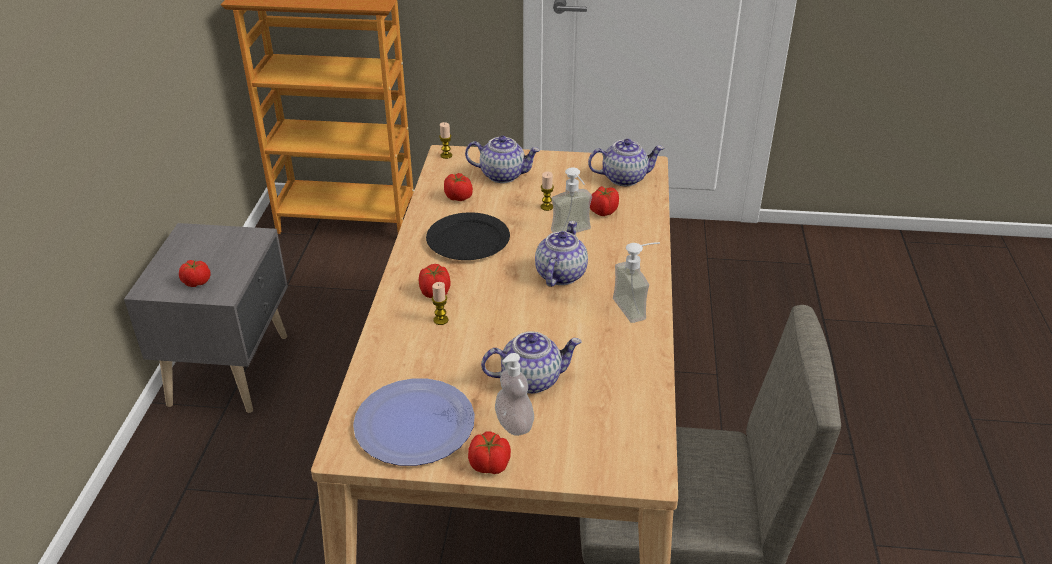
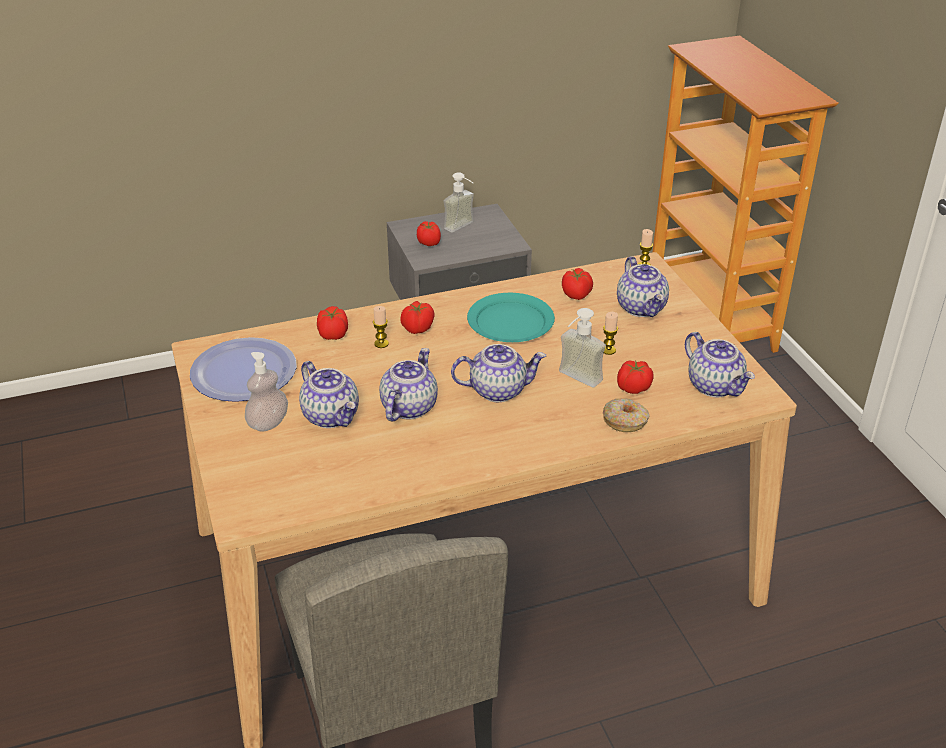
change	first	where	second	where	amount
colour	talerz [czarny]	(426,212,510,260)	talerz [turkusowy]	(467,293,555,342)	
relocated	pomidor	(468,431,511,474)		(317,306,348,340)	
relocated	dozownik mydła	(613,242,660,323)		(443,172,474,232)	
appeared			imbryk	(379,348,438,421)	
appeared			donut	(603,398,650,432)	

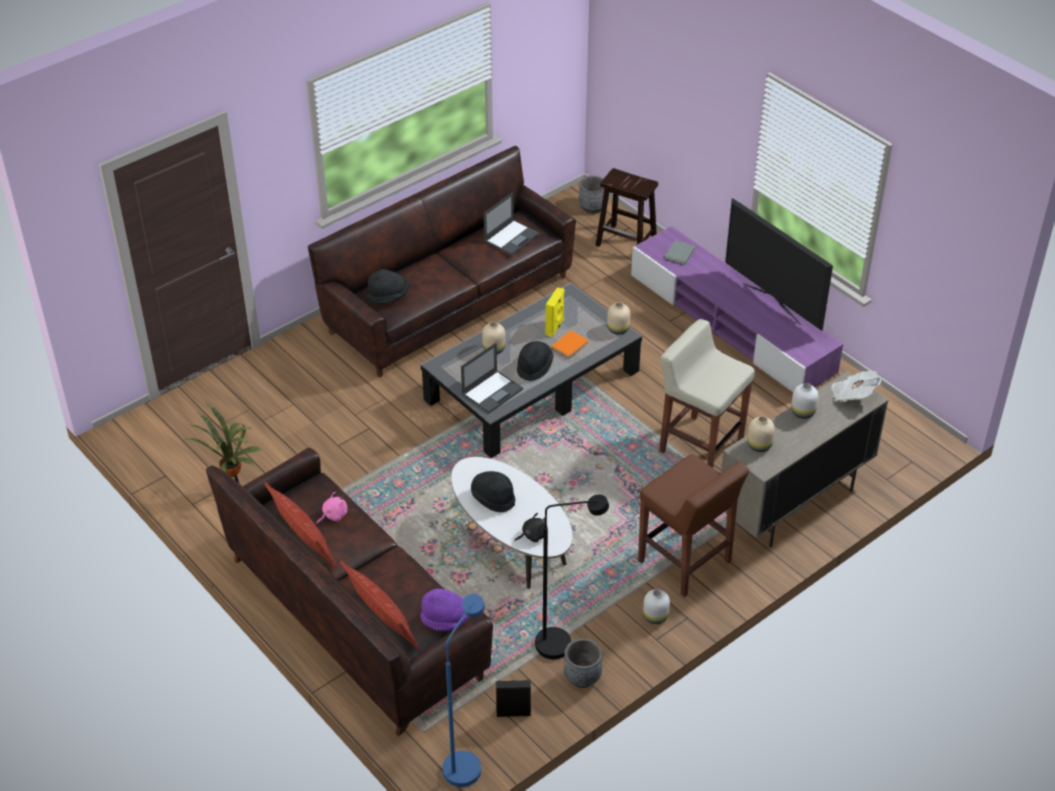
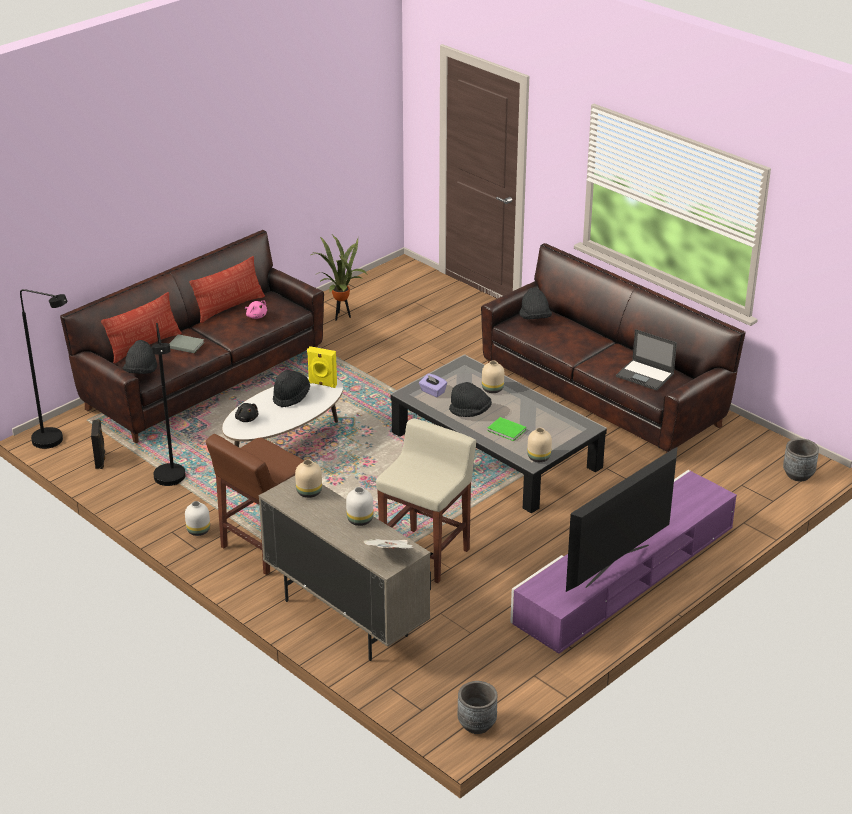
change	first	where	second	where	amount
colour	kapelusz [fioletowy]	(420,589,469,631)	kapelusz [czarny]	(123,340,157,374)	
colour	lampa stojąca [niebieski]	(442,594,485,787)	lampa stojąca [czarny]	(20,289,67,449)	
exchanged	laptop	(461,343,523,413)	pudełko chusteczek [fioletowy]	(419,374,447,397)	
relocated	głośnik [żółty]	(546,287,565,337)		(307,346,337,388)	
colour	książka [pomarańczowy]	(551,330,589,359)	książka [zielony]	(488,417,526,441)	
relocated	donica [szary]	(564,638,602,688)		(458,681,497,734)	
missing	stołek [brązowy]	(596,168,658,247)			
relocated	książka [szary]	(665,240,695,265)		(169,334,204,353)	

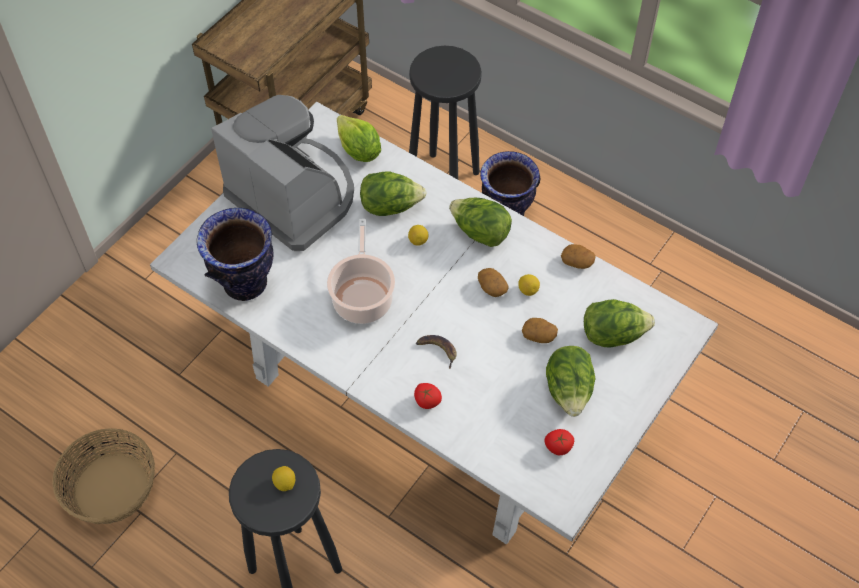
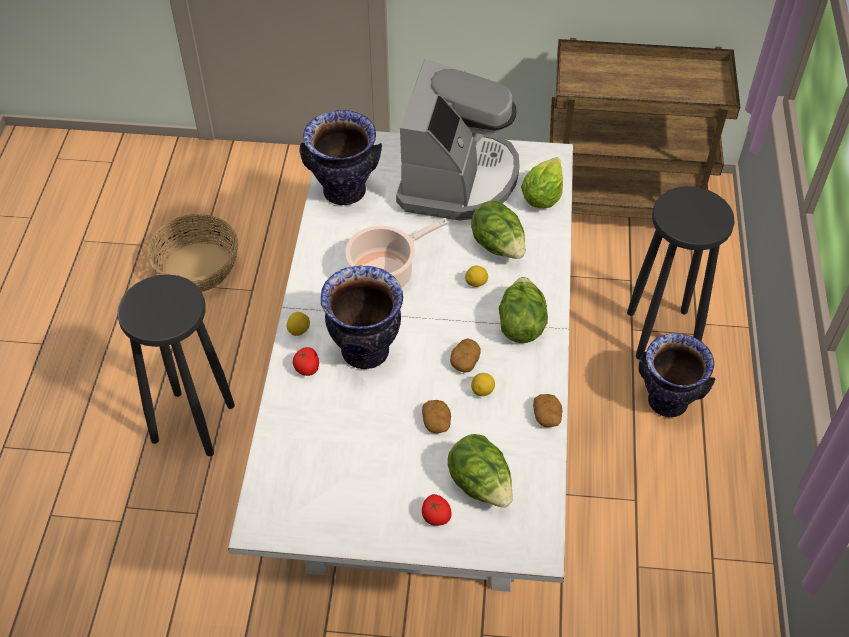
change	first	where	second	where	amount
relocated	cytryna	(272,466,295,491)		(286,312,310,336)	
exchanged	banan	(416,335,457,369)	wazon	(321,265,403,369)	
relocated	pomidor	(545,429,574,455)		(422,494,452,526)	
missing	sałata	(546,346,596,417)			

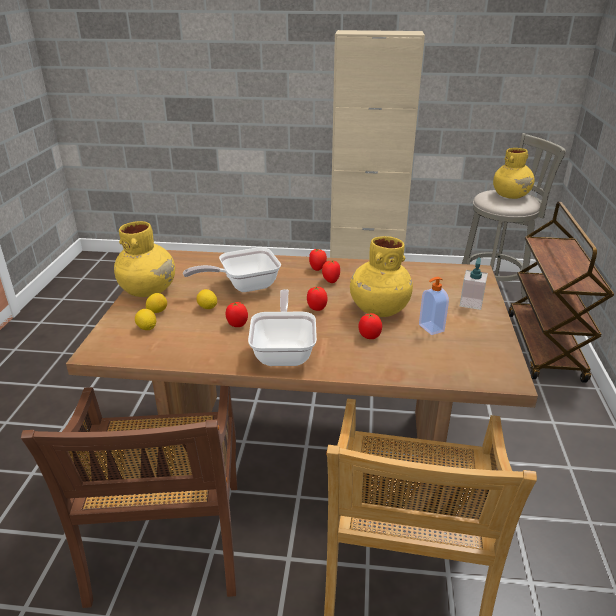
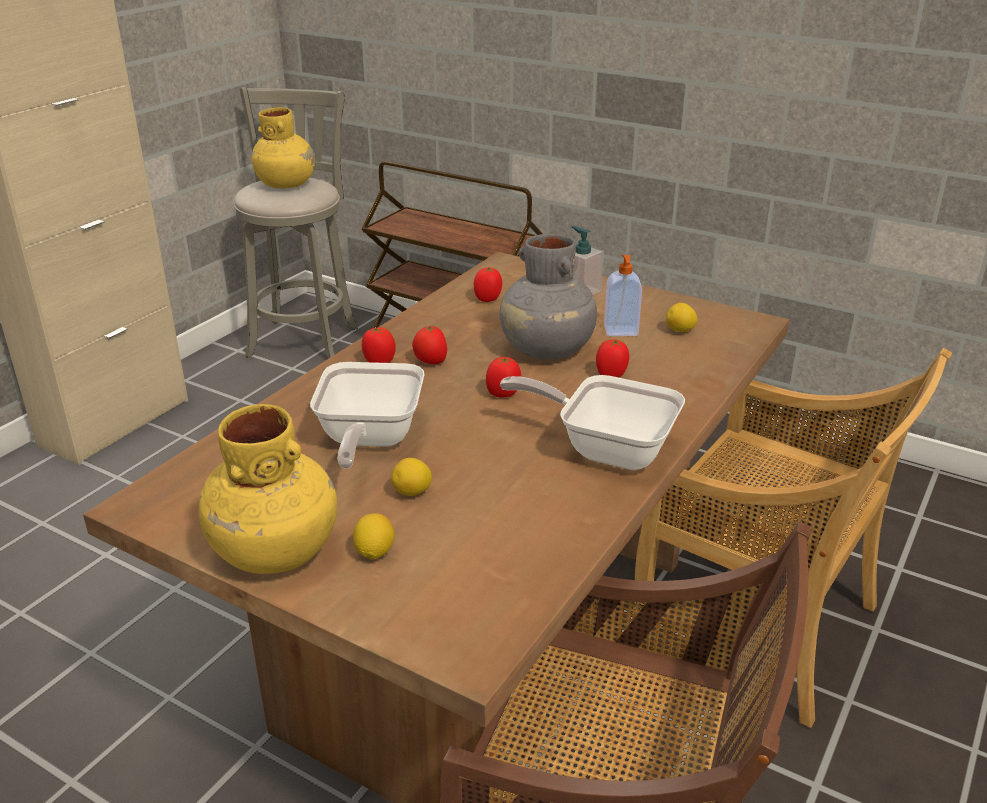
change	first	where	second	where	amount
relocated	cytryna	(135,309,156,330)		(666,303,697,332)	
relocated	pomidor	(226,302,248,327)		(474,267,502,302)	
colour	wazon [żółty]	(350,236,413,317)	wazon [szary]	(500,234,597,360)	

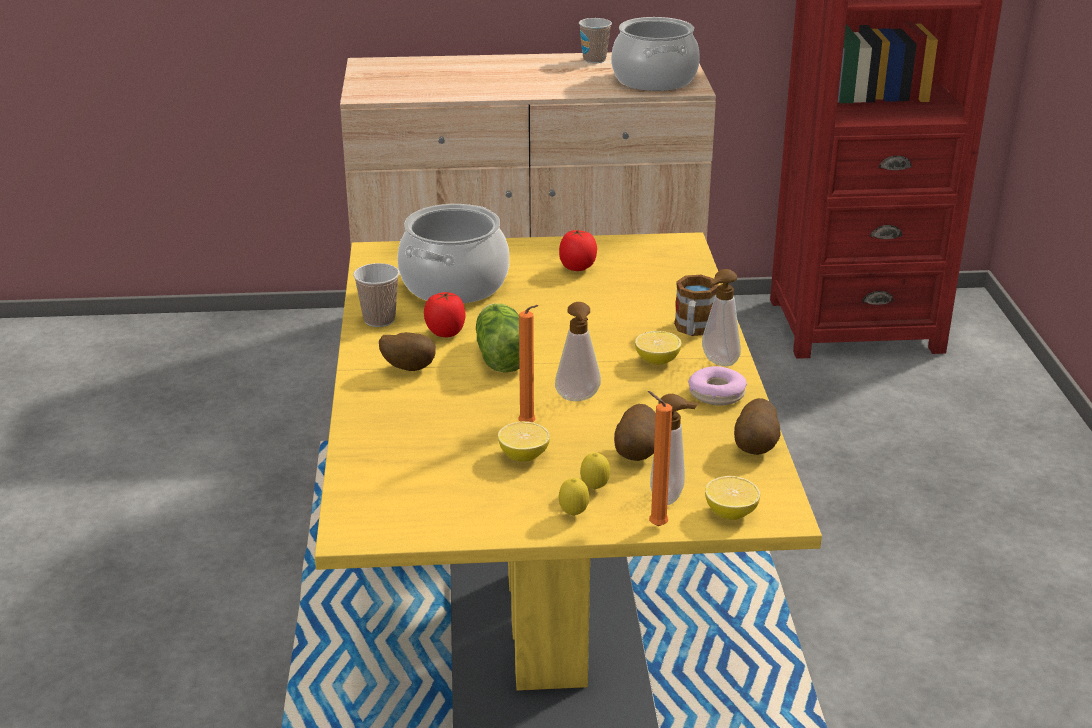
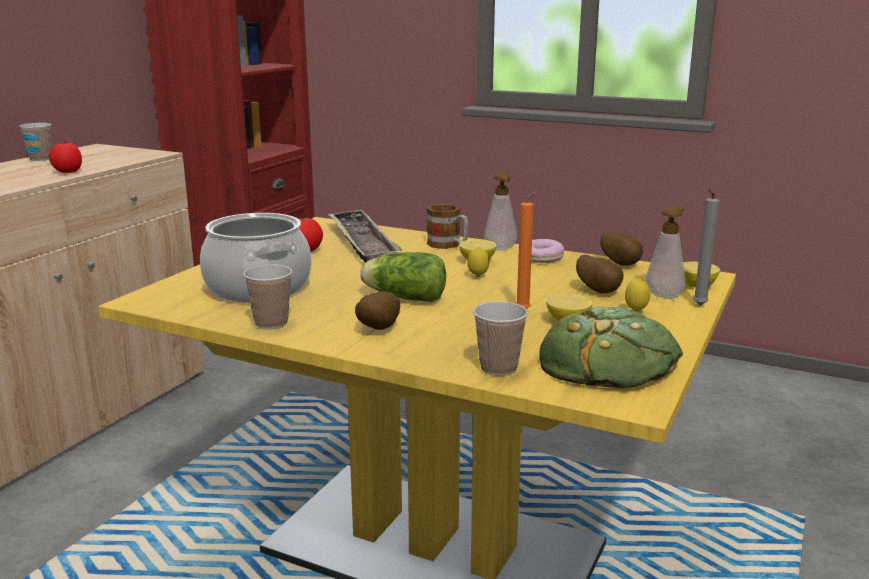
change	first	where	second	where	amount
relocated	pomidor	(424,292,466,337)		(49,142,82,173)	
missing	dozownik mydła	(555,302,601,401)			
relocated	cytryna	(559,478,589,516)		(467,247,489,277)	
missing	garnek	(611,17,700,91)			
colour	świeca [pomarańczowy]	(648,391,672,526)	świeca [szary]	(693,189,719,306)	
appeared			taca	(328,210,402,263)	
appeared			filiżanka	(473,301,528,376)	
appeared			chleb	(540,307,683,388)	

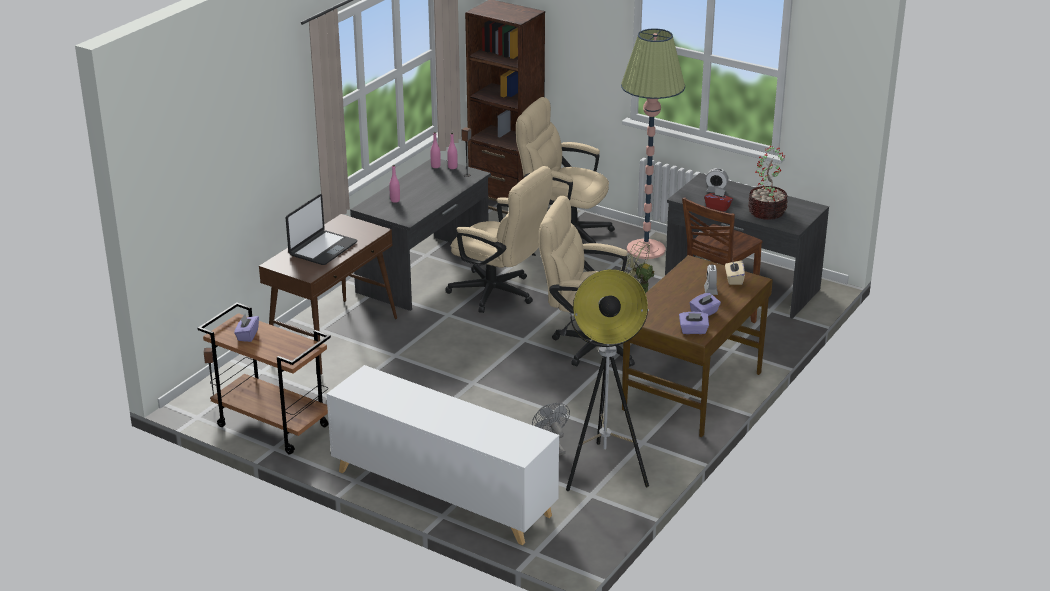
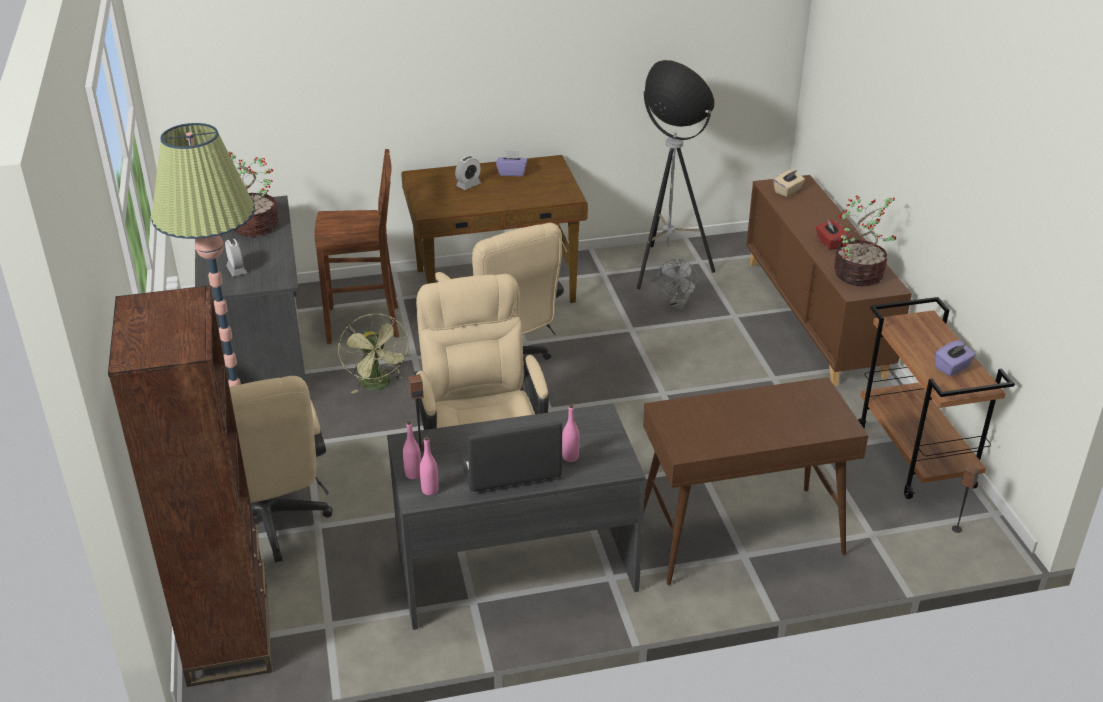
change	first	where	second	where	amount
relocated	laptop	(286,194,358,265)		(457,421,562,492)	
colour	szafka [biały]	(326,365,559,545)	szafka [brązowy]	(746,175,912,386)	
missing	pudełko chusteczek [fioletowy]	(679,312,709,334)			
relocated	pudełko chusteczek [czerwony]	(705,188,733,212)		(816,219,848,250)	
relocated	pudełko chusteczek [beżowy]	(725,258,745,285)		(773,170,805,197)	
appeared			roślina doniczkowa	(834,195,896,286)	

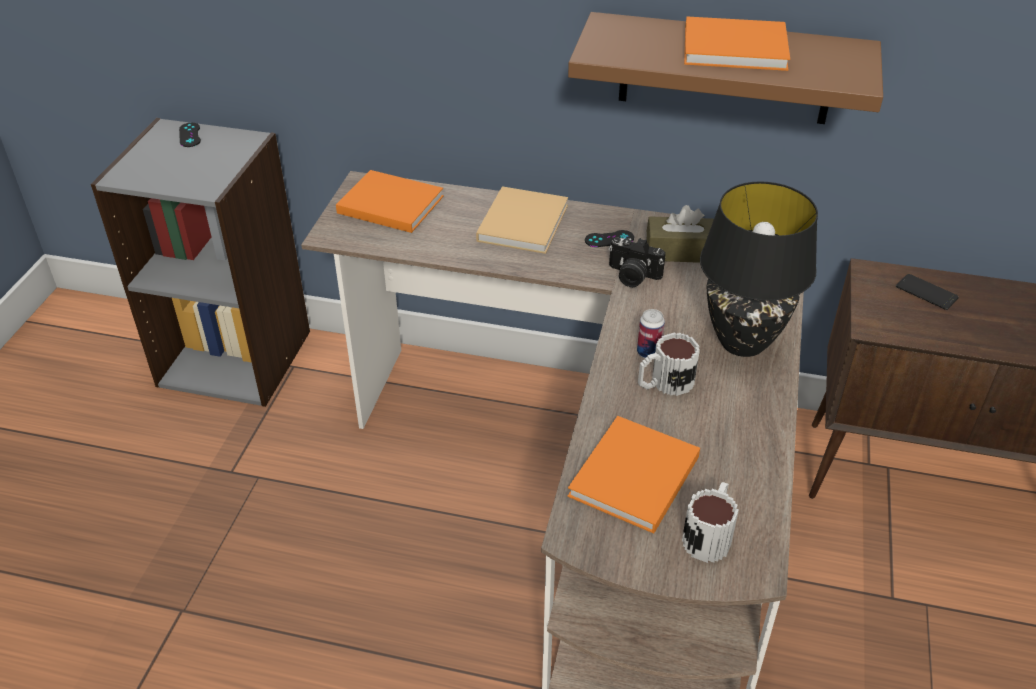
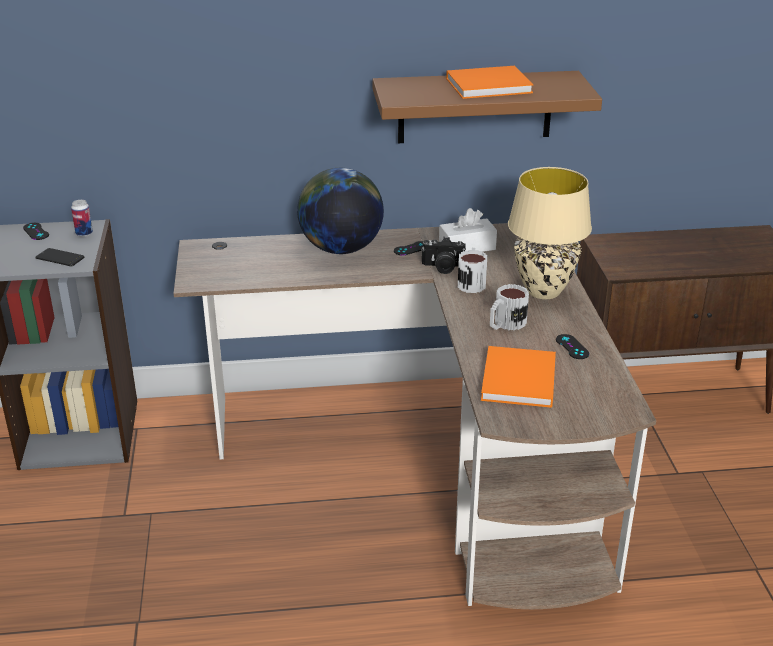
change	first	where	second	where	amount
missing	książka [pomarańczowy]	(336,170,444,233)			
exchanged	książka [beżowy]	(476,186,568,254)	globus	(297,168,384,254)	
relocated	puszka	(637,309,665,358)		(71,200,93,237)	
colour	pudełko chusteczek [brązowy]	(646,205,714,263)	pudełko chusteczek [biały]	(439,208,497,252)	
relocated	kubek	(682,482,739,563)		(458,248,487,293)	
colour	lampa stołowa [czarny]	(700,181,818,357)	lampa stołowa [beżowy]	(508,167,592,299)	
relocated	telefon	(896,274,959,310)		(35,248,85,266)	
appeared			pad do gier [czarny]	(556,334,589,359)	

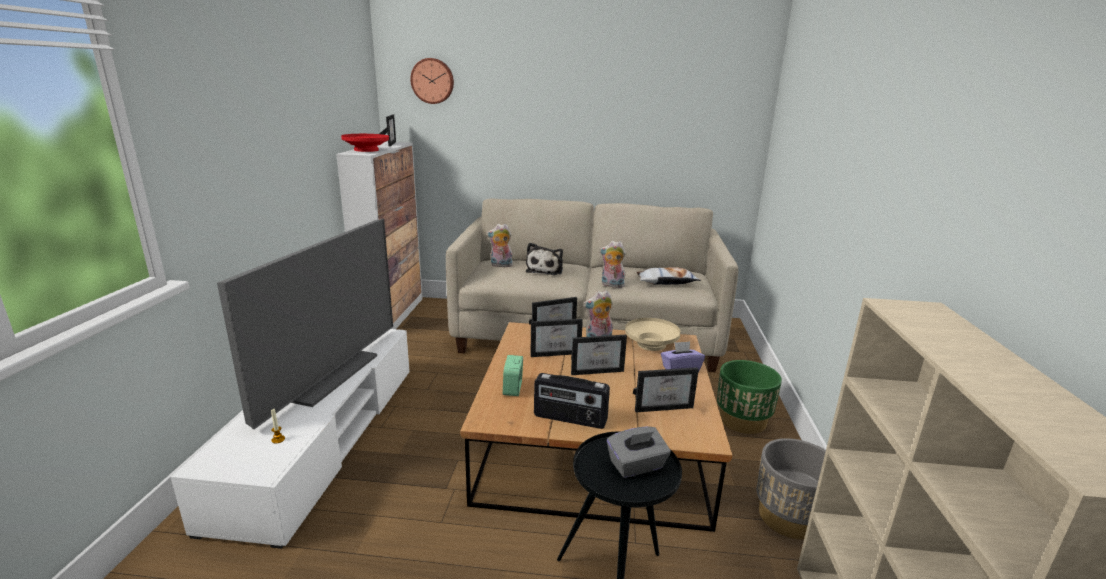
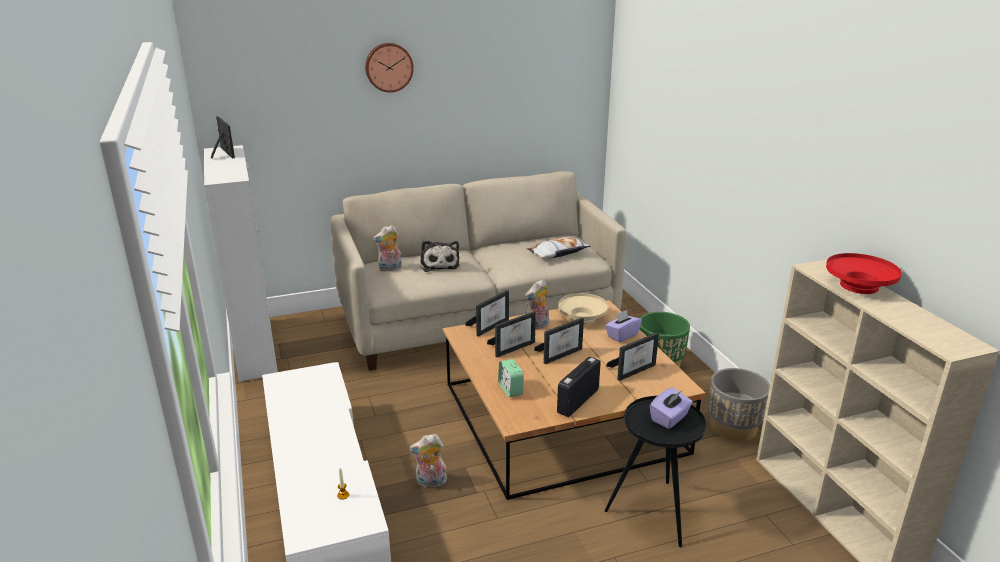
change	first	where	second	where	amount
missing	telewizor	(217,219,393,429)			
relocated	miska [czerwony]	(341,134,389,152)		(826,253,902,294)	
relocated	zegar ścienny	(410,58,454,104)		(365,43,414,93)	
spun	radio	(534,373,610,429)		(557,357,601,417)	135 degrees clockwise
relocated	pluszak	(599,241,626,289)		(409,434,447,488)	
colour	pudełko chusteczek [szary]	(607,426,671,478)	pudełko chusteczek [fioletowy]	(650,387,693,429)	

